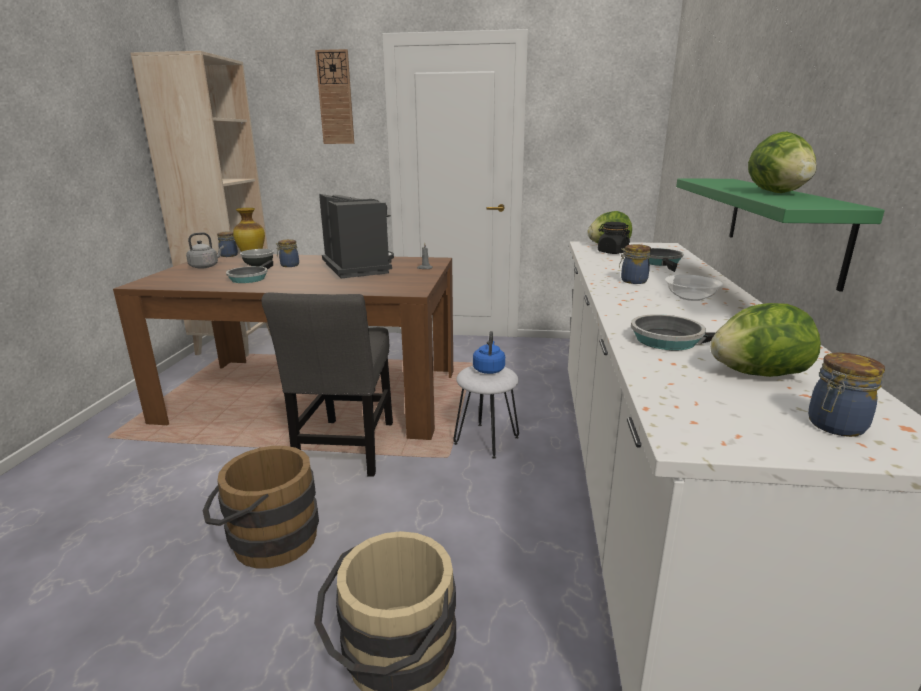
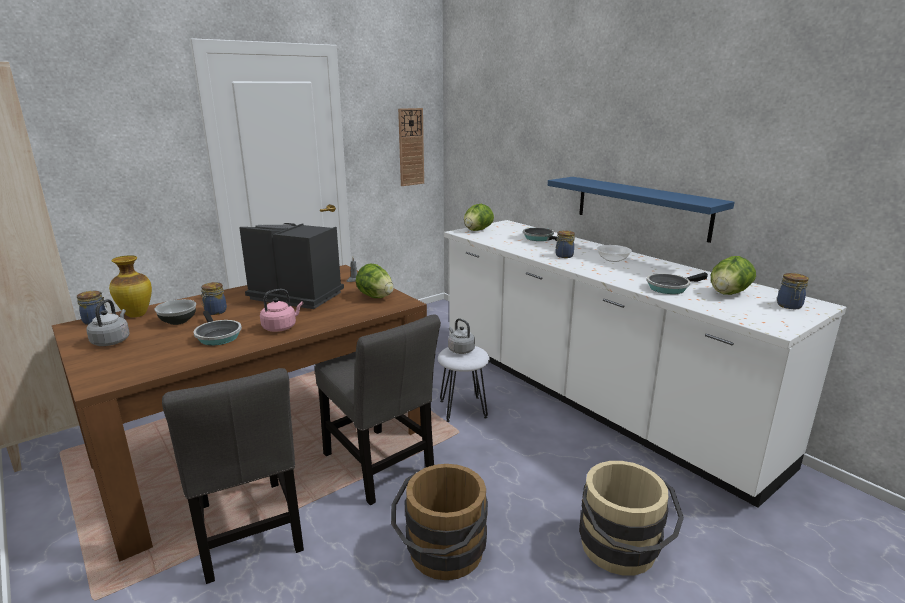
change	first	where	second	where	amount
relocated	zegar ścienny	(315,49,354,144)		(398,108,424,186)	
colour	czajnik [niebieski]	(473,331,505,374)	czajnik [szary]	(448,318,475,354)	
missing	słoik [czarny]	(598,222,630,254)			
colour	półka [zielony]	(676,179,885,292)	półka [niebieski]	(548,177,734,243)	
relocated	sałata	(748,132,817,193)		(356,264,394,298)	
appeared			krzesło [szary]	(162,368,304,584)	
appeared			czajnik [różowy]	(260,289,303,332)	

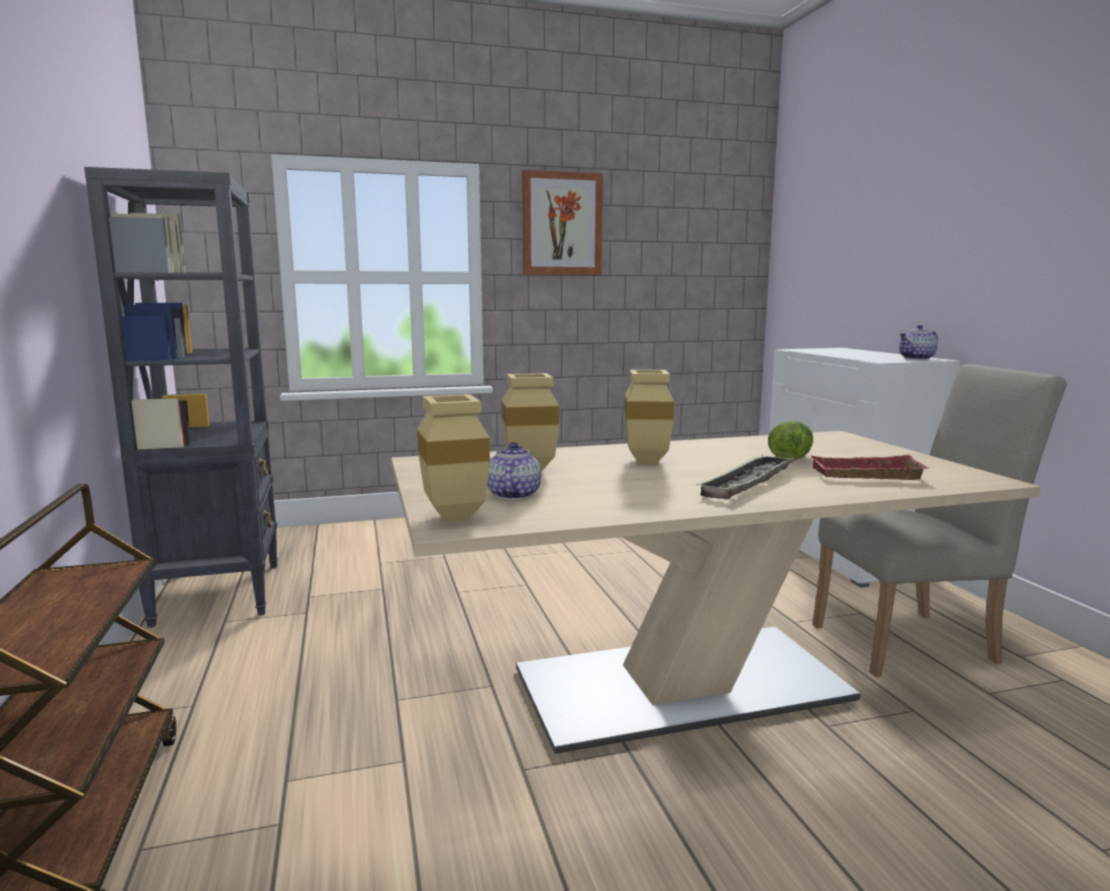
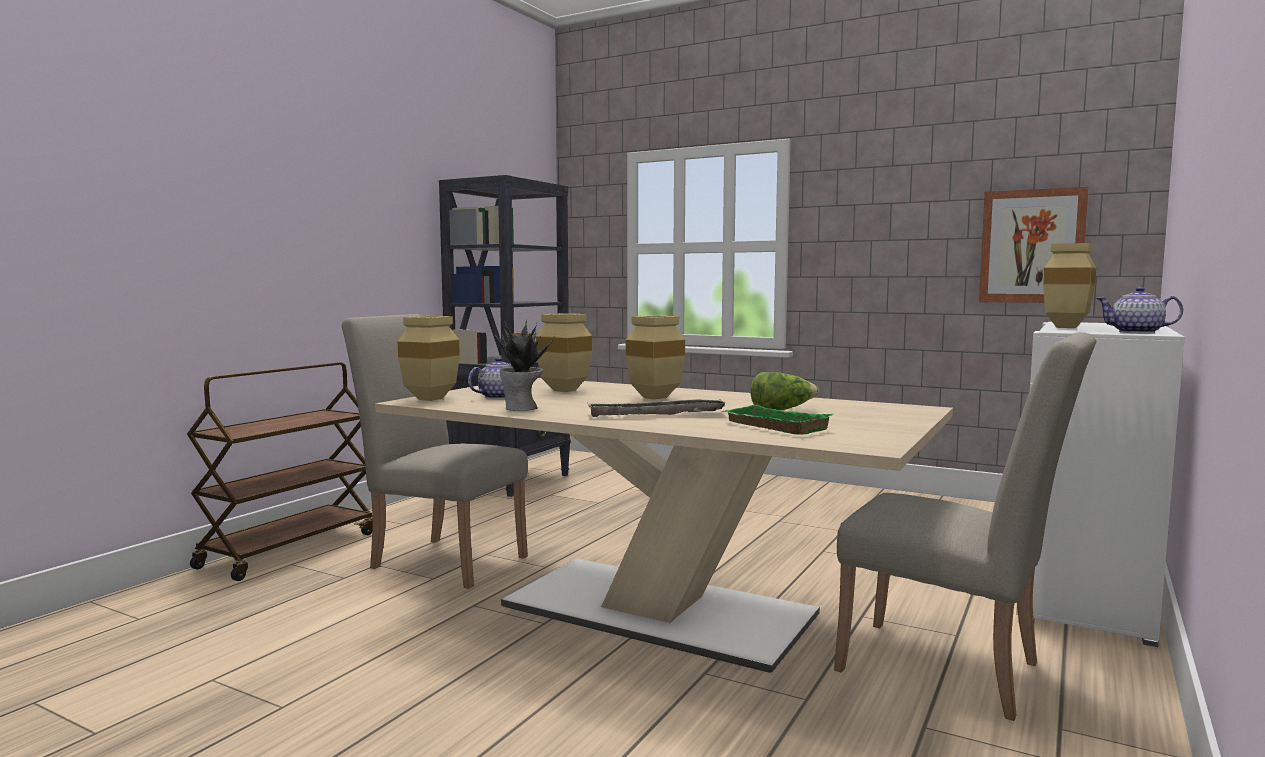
change	first	where	second	where	amount
relocated	obraz	(522,170,603,275)		(979,187,1089,303)	
colour	taca [czerwony]	(811,455,928,480)	taca [zielony]	(720,405,833,435)	
appeared			krzesło [beżowy]	(342,314,528,589)	
appeared			roślina doniczkowa	(494,320,555,411)	
appeared			wazon [beżowy]	(1043,243,1096,328)	

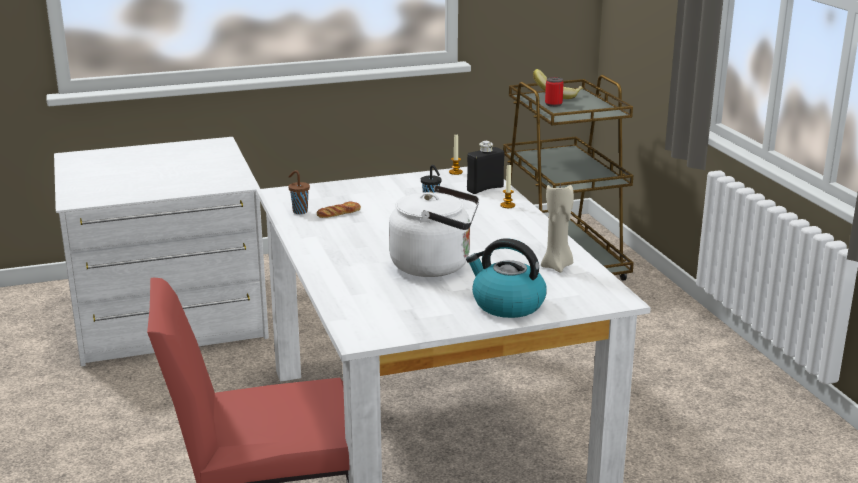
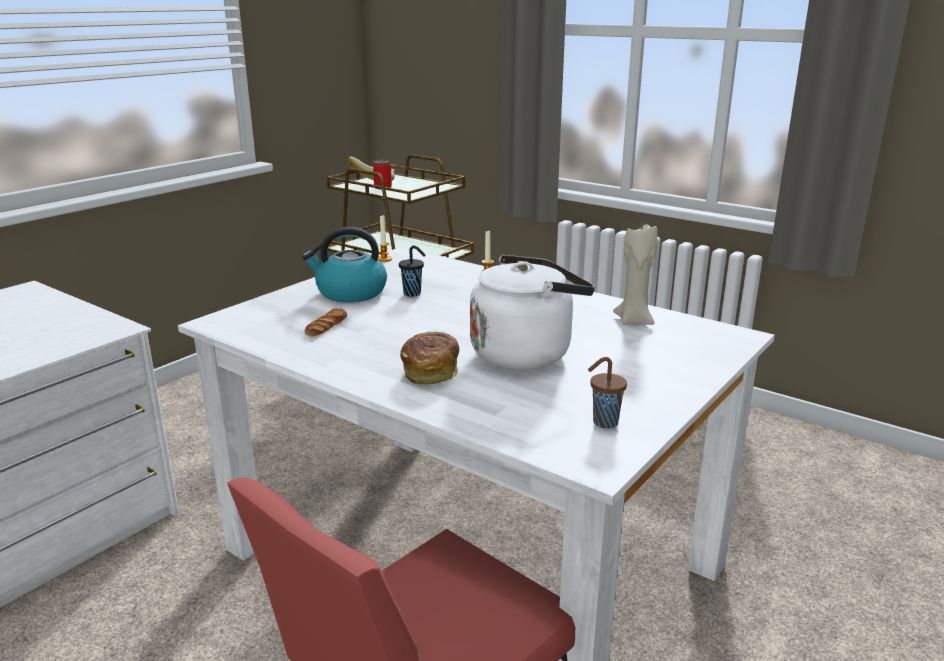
change	first	where	second	where	amount
relocated	filiżanka [brązowy]	(288,170,310,214)		(588,357,627,428)	
relocated	czajnik	(466,238,547,318)		(302,227,387,303)	
missing	butelka [czarny]	(467,141,504,194)			
appeared			chleb	(400,332,459,384)	

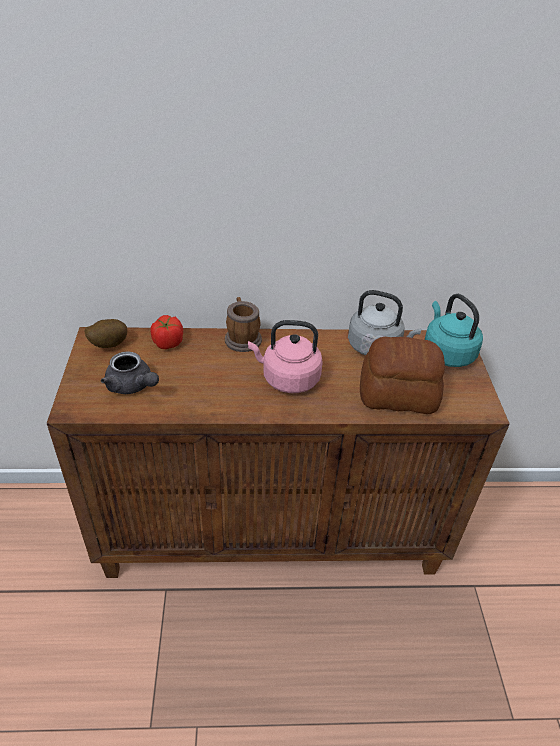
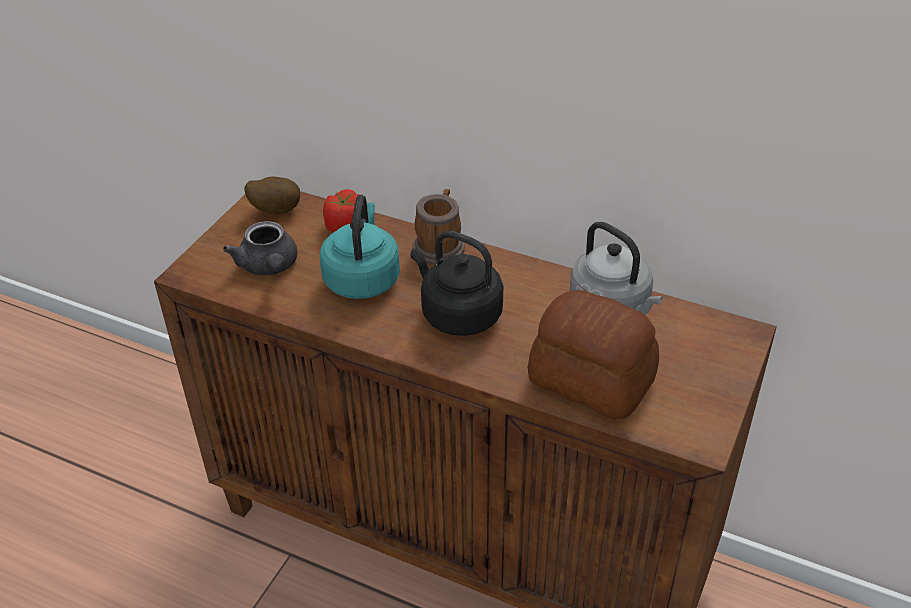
change	first	where	second	where	amount
colour	czajnik [różowy]	(248,320,323,393)	czajnik [czarny]	(410,231,503,336)	
relocated	czajnik [turkusowy]	(424,294,483,367)		(320,195,400,299)	

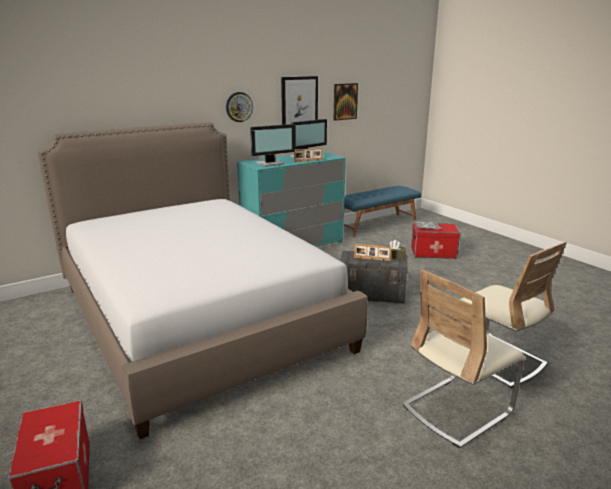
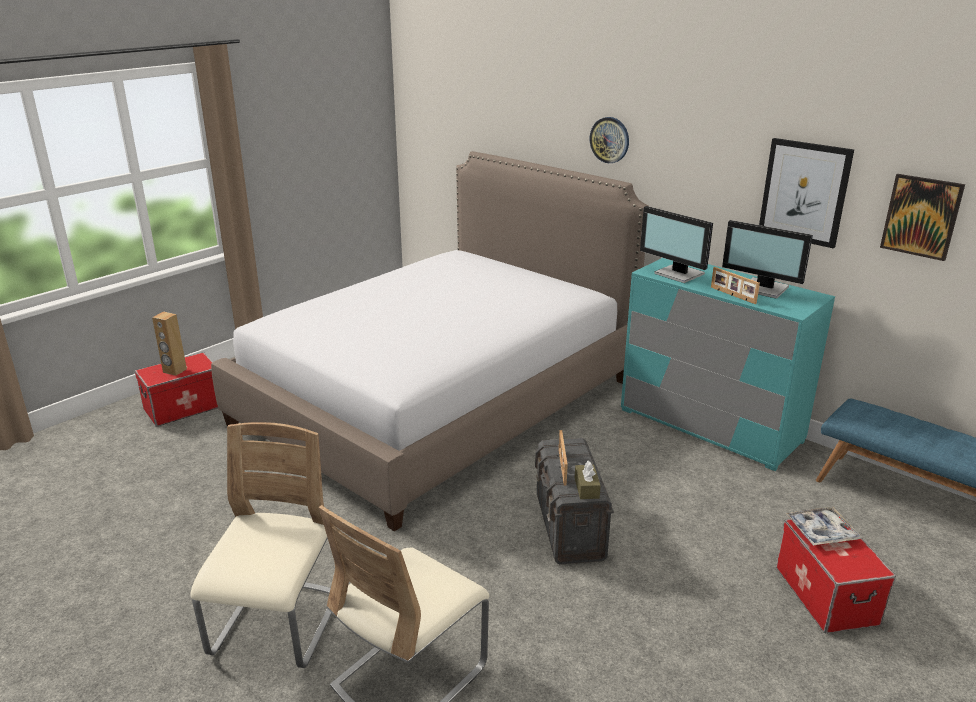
change	first	where	second	where	amount
relocated	zegar ścienny	(226,92,253,122)		(590,117,629,163)	
spun	krzesło [beżowy]	(402,270,525,448)		(190,422,332,668)	60 degrees clockwise
appeared			głośnik [brązowy]	(152,312,187,376)	

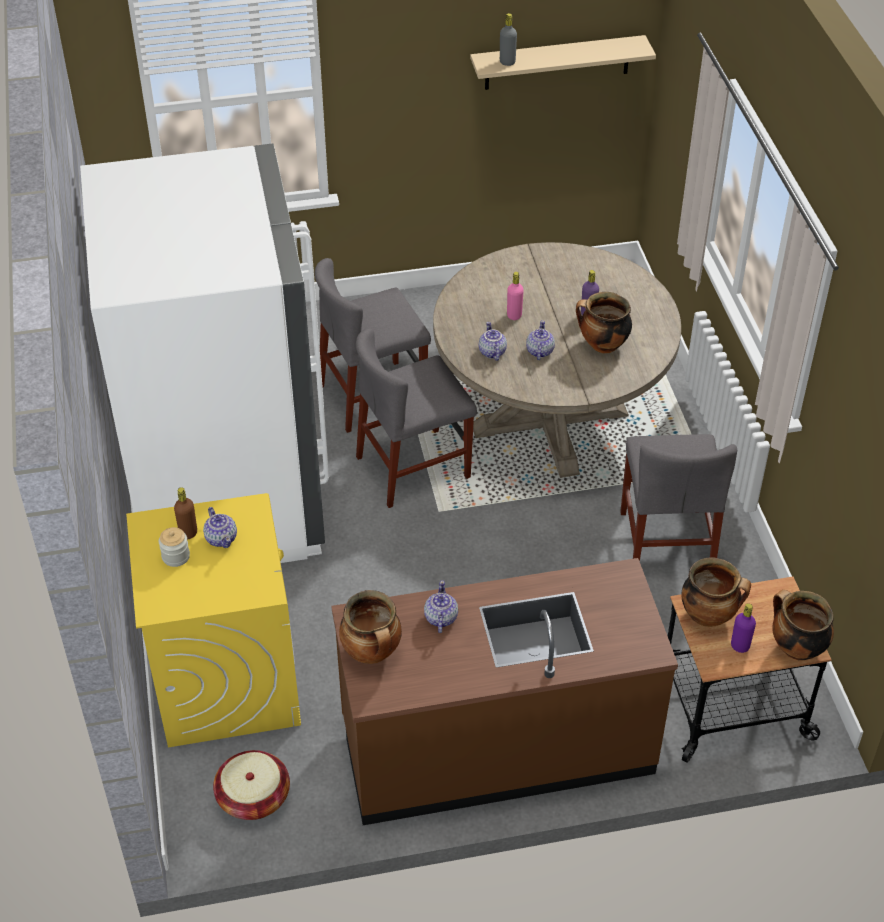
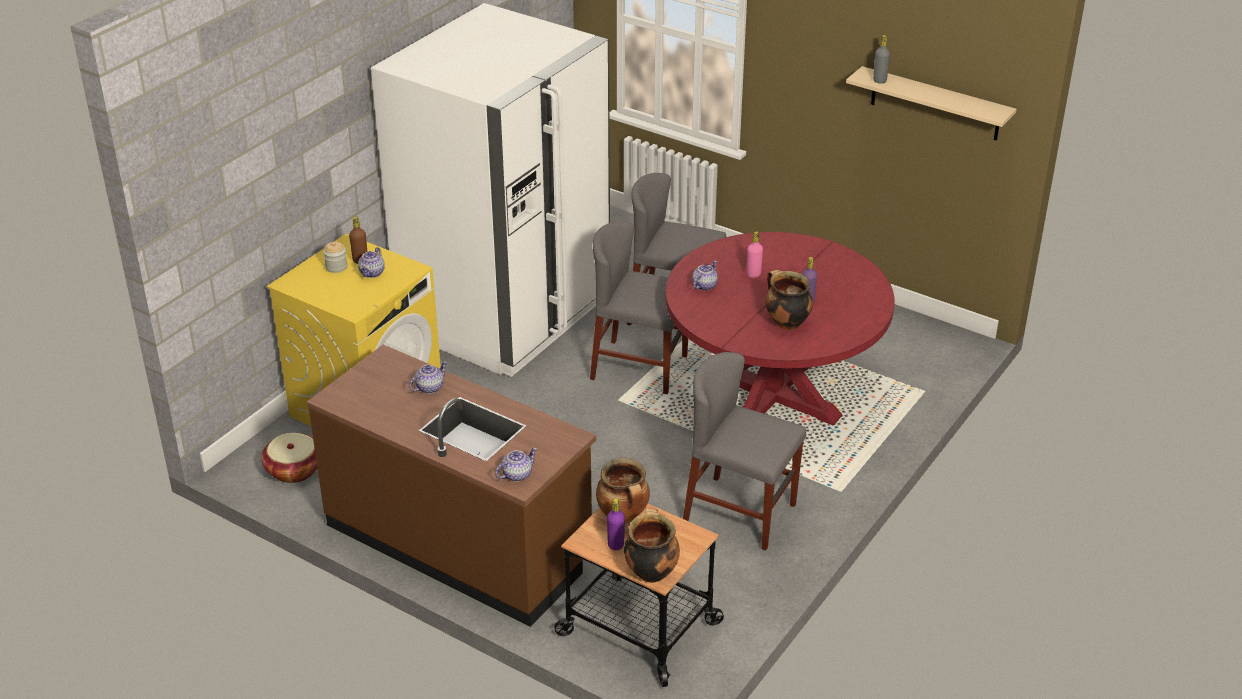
change	first	where	second	where	amount
missing	garnek	(339,590,402,664)			
colour	stół jadalny [beżowy]	(433,242,681,478)	stół jadalny [czerwony]	(666,232,895,426)	
relocated	imbryk	(526,320,555,360)		(495,447,537,482)	
spun	krzesło [szary]	(620,434,737,561)		(683,352,806,551)	75 degrees clockwise

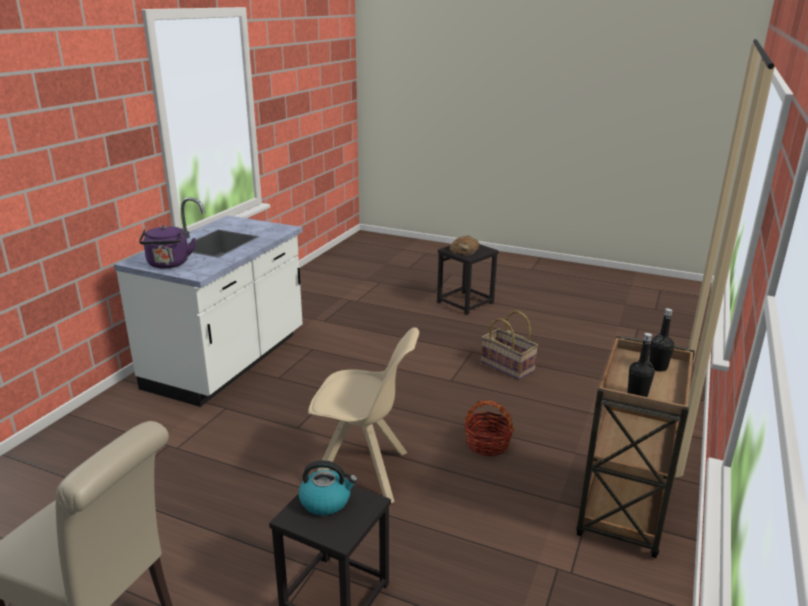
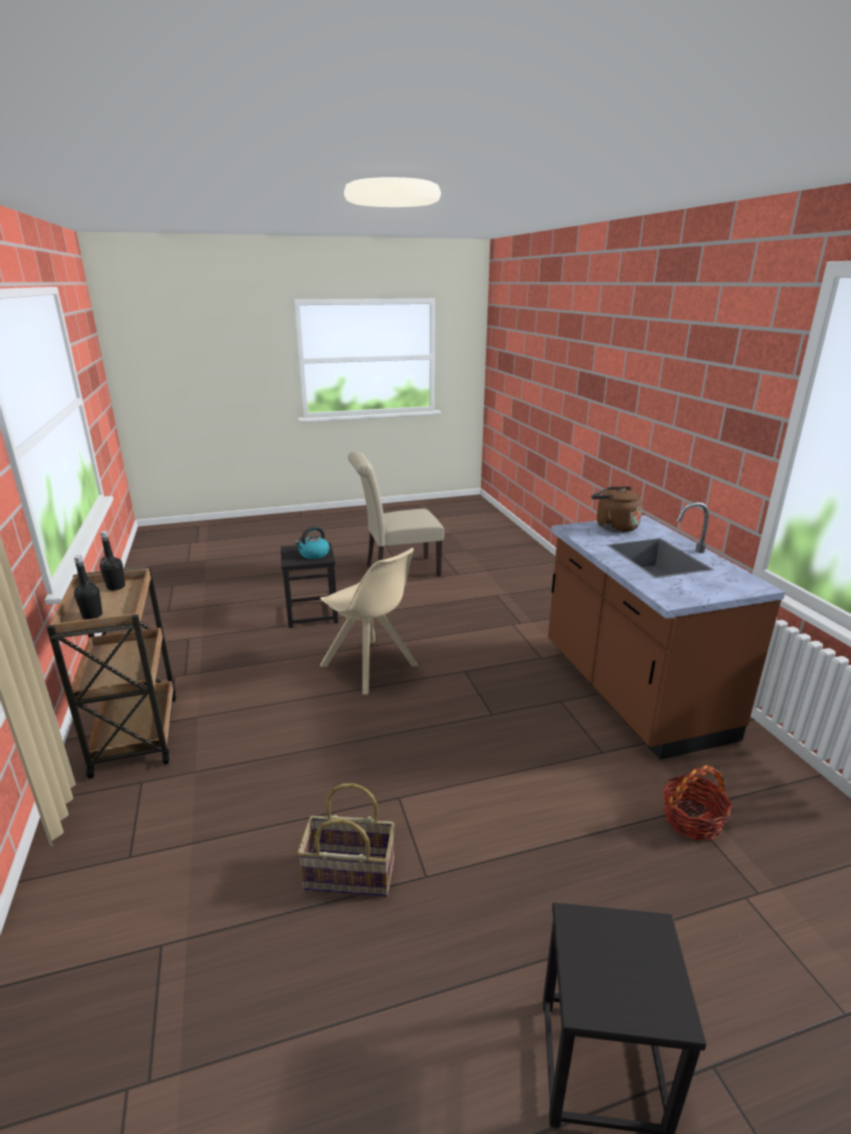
change	first	where	second	where	amount
colour	zabudowa kuchenna [biały]	(114,197,303,407)	zabudowa kuchenna [brązowy]	(548,502,785,760)	
colour	czajnik [fioletowy]	(139,225,196,268)	czajnik [brązowy]	(591,487,642,532)	
spun	krzesło [beżowy]	(308,327,419,503)		(320,548,418,694)	105 degrees counterclockwise
missing	chleb	(450,236,479,255)			
relocated	koszyk	(465,400,515,456)		(663,765,733,840)	

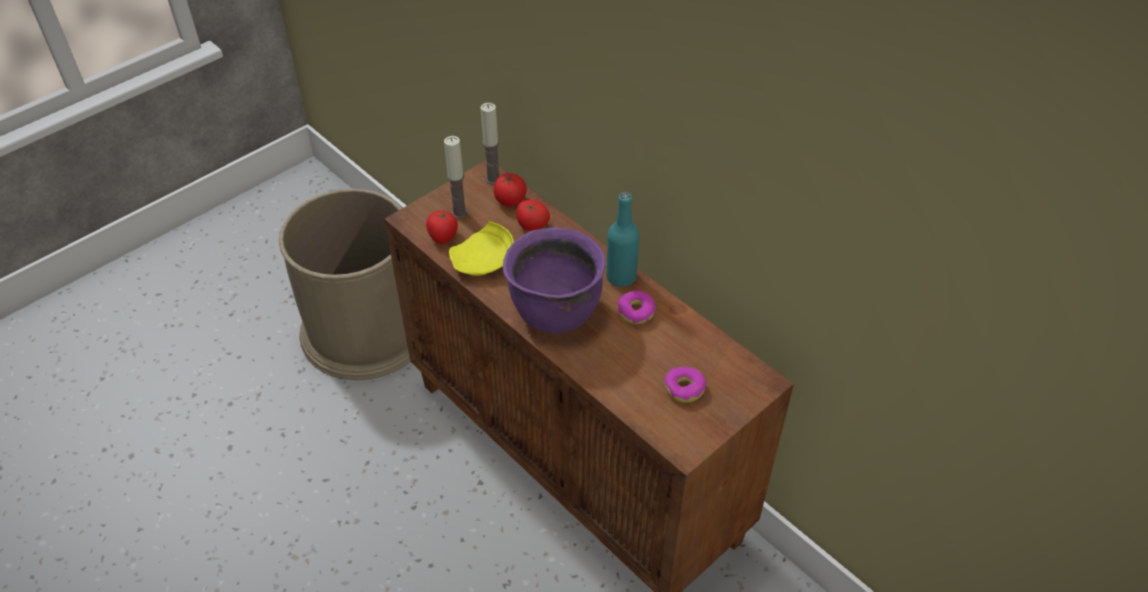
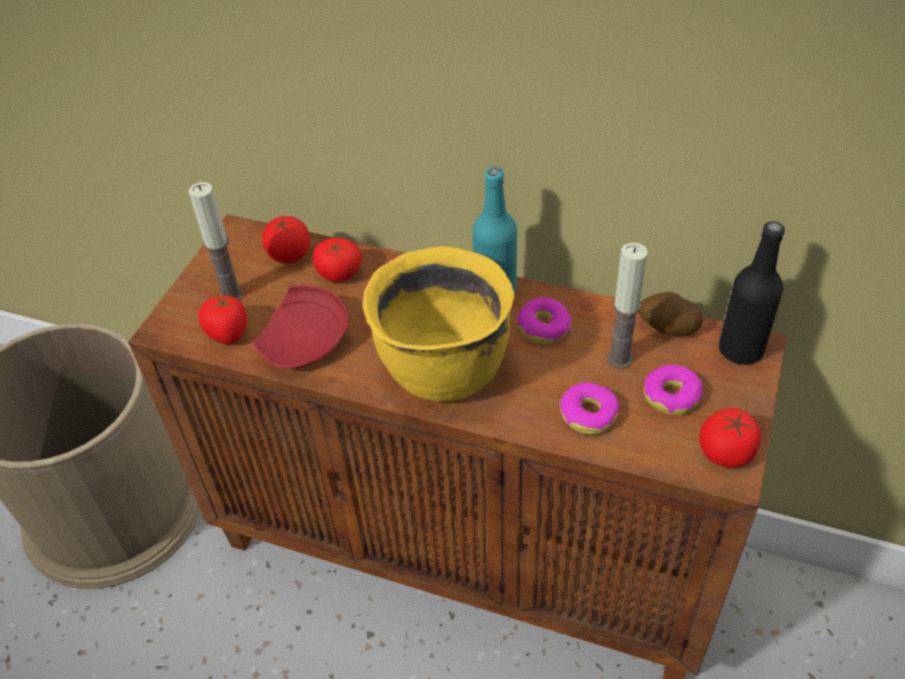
change	first	where	second	where	amount
colour	talerz [żółty]	(449,222,514,276)	talerz [czerwony]	(253,285,349,368)	
relocated	świeca	(480,103,500,185)		(607,243,648,369)	
colour	garnek [fioletowy]	(503,227,605,334)	garnek [żółty]	(363,246,515,401)	
appeared			donut	(559,382,620,434)	
appeared			ziemniak	(638,292,703,336)	
appeared			pomidor	(699,408,761,468)	
appeared			butelka [czarny]	(719,221,785,365)	

